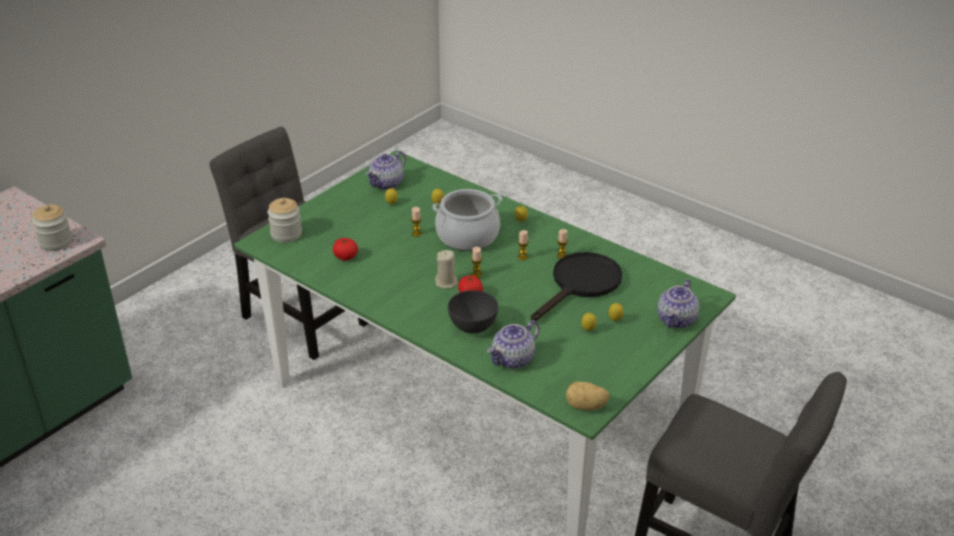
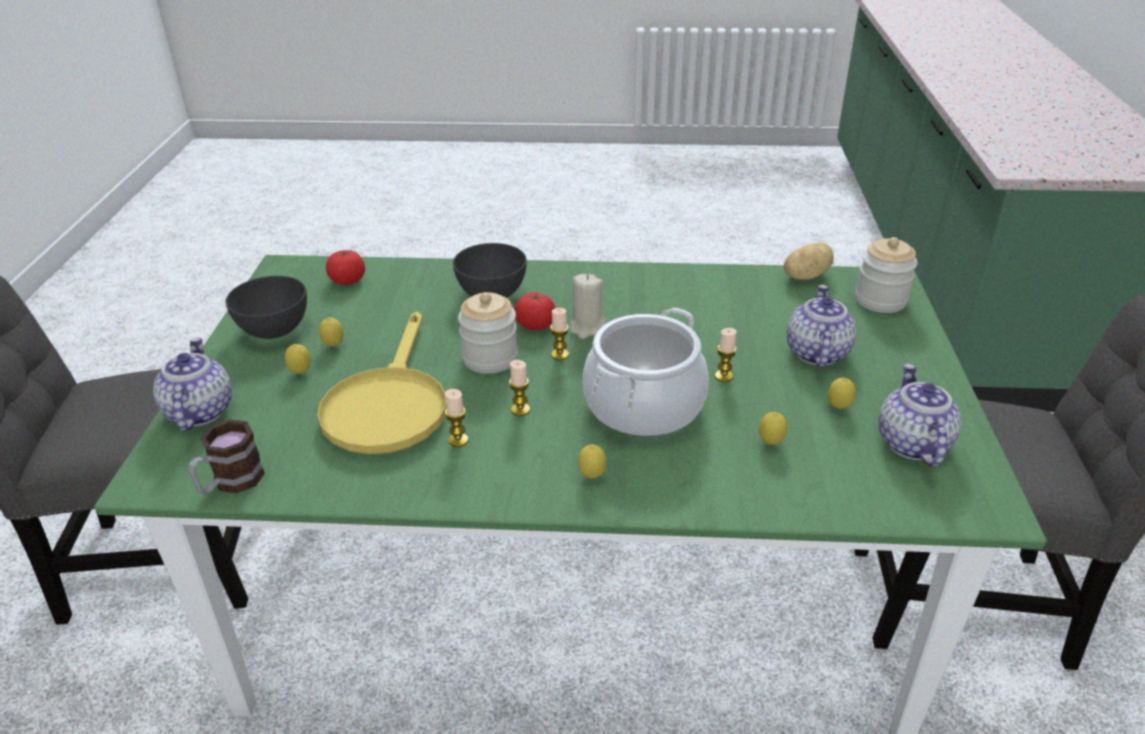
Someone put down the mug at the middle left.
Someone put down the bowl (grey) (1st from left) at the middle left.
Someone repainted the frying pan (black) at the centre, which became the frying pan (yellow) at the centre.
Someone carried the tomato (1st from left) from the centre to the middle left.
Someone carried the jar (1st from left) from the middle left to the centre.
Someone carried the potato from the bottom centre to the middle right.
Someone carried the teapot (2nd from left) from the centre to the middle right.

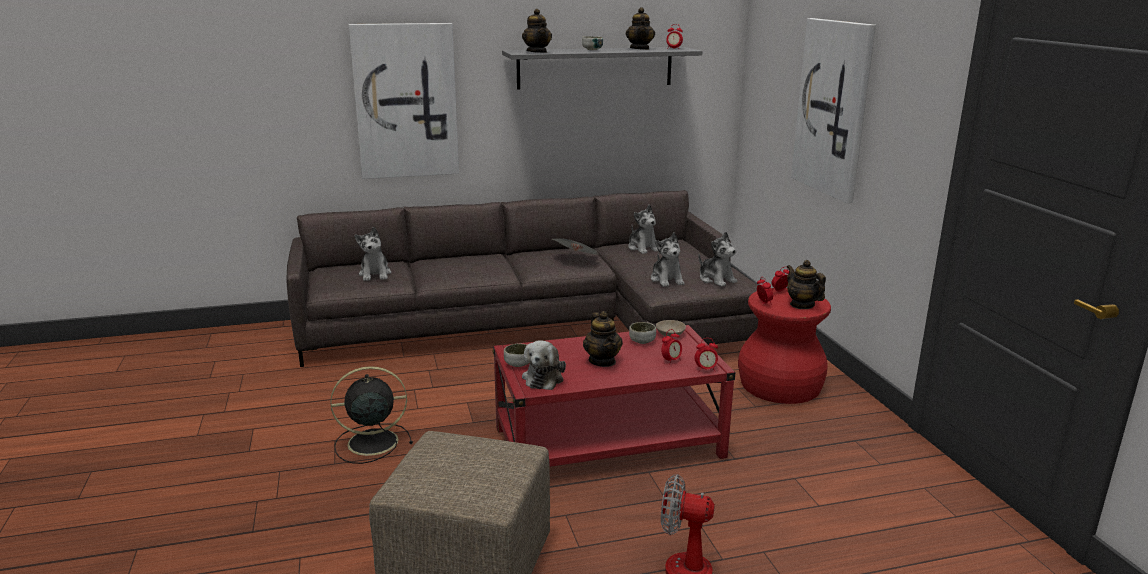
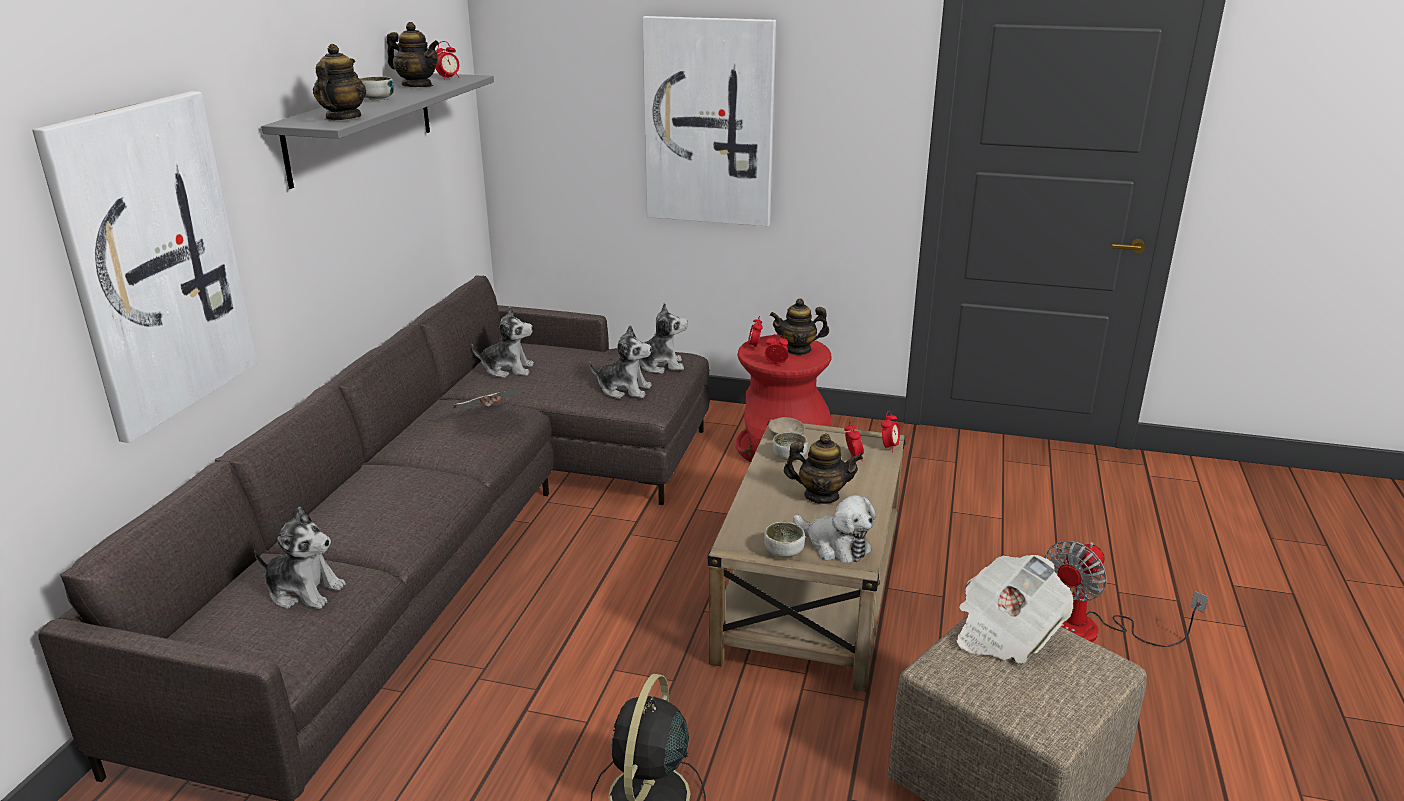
Someone rotated the teapot (1st from left) at the top centre by 90 degrees counterclockwise.
Someone repainted the coffee table (red) at the bottom centre, which became the coffee table (beige) at the bottom centre.
Someone put down the newspaper (2nd from left) at the bottom right.

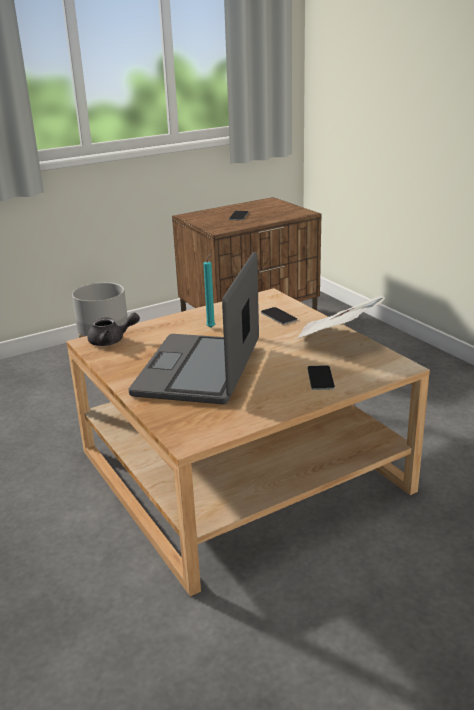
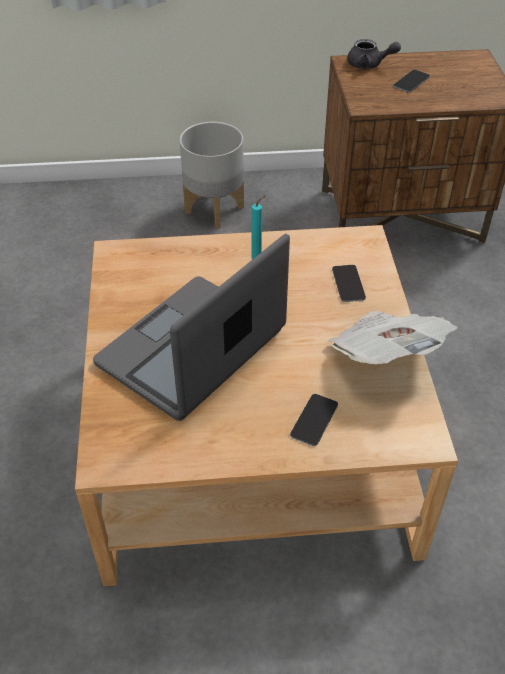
Someone carried the teapot (grey) from the middle left to the top right.

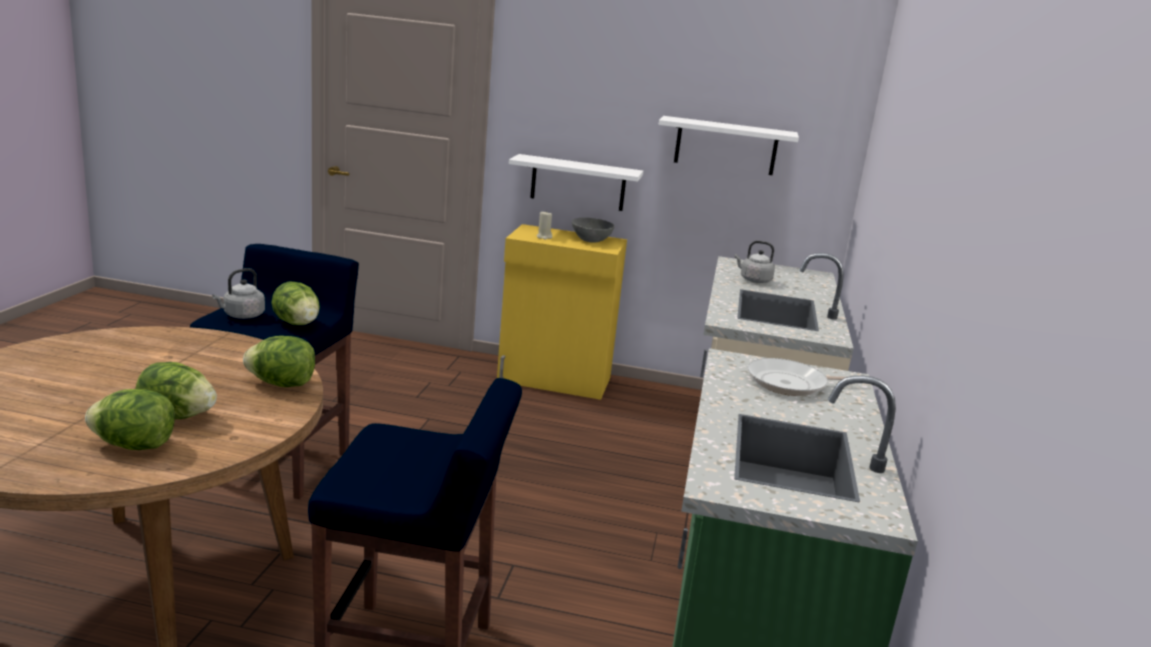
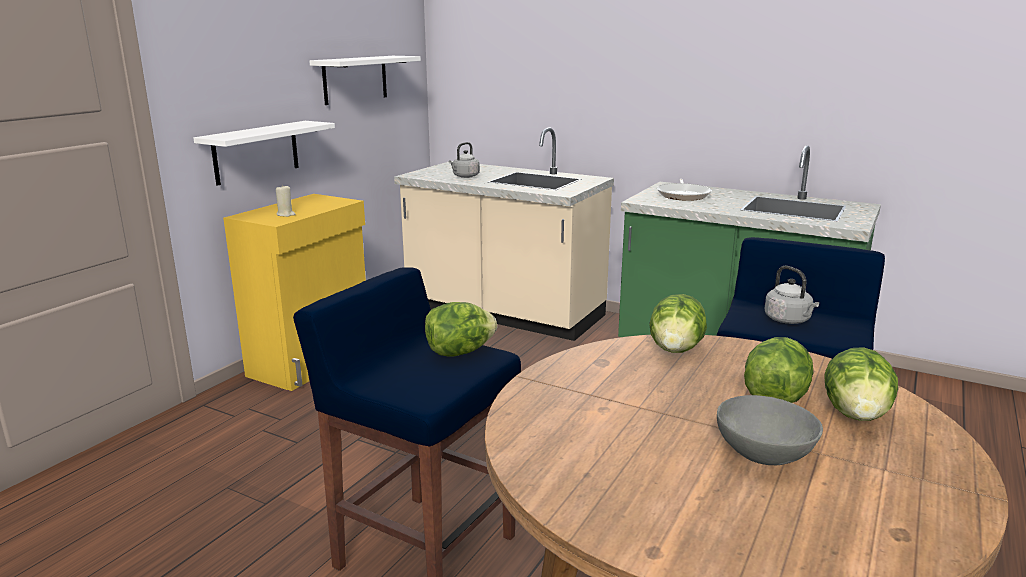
Someone carried the bowl (grey) from the centre to the bottom right.
Someone carried the kettle (grey) (1st from left in the first image) from the middle left to the middle right.

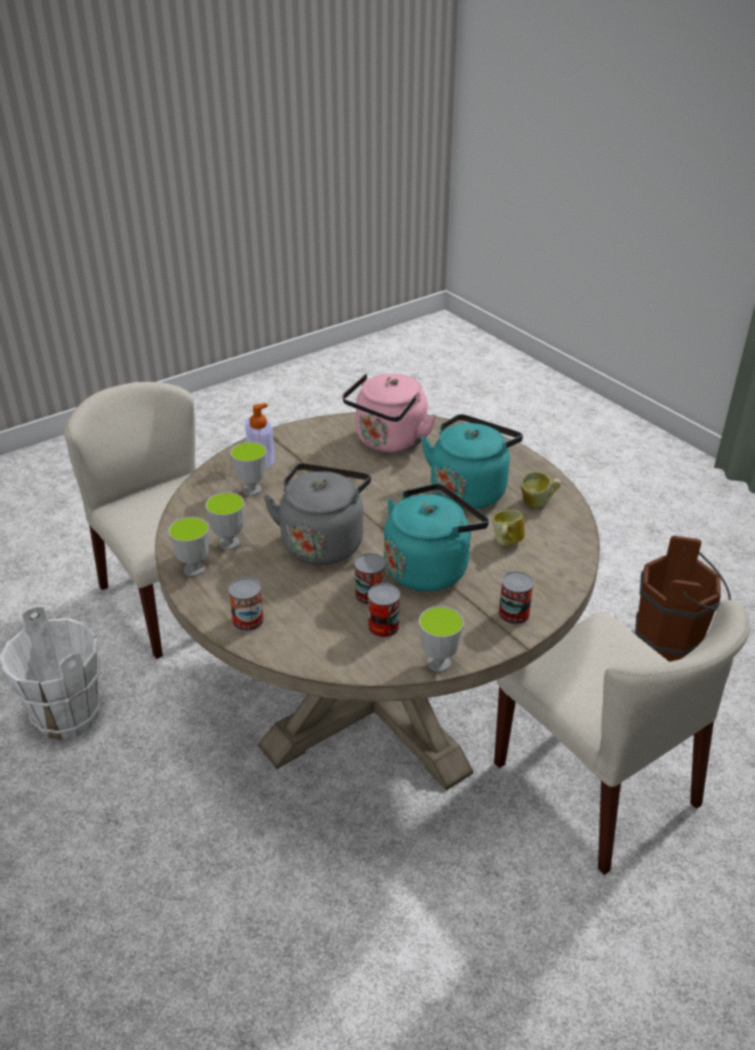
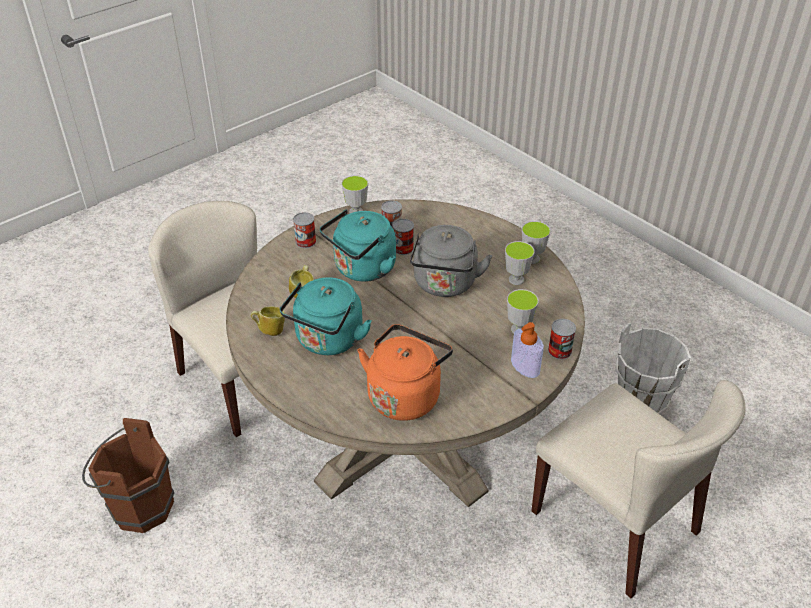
Someone repainted the kettle (pink) at the centre, which became the kettle (orange) at the centre.
Someone carried the can (1st from left in the first image) from the middle left to the middle right.

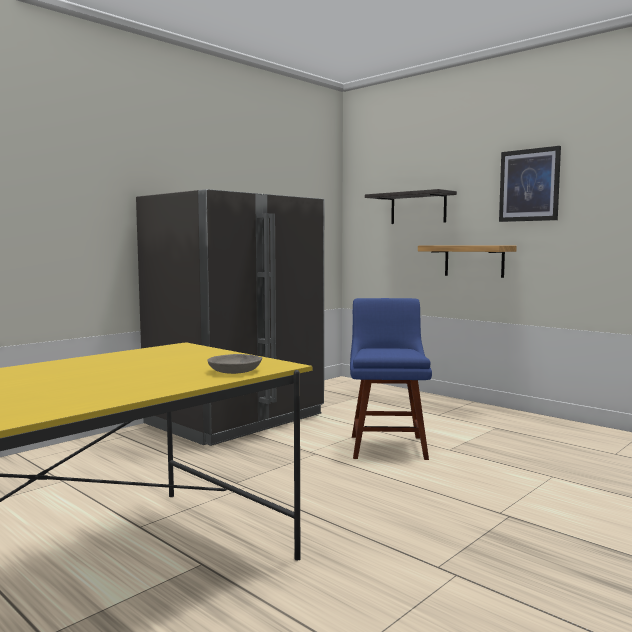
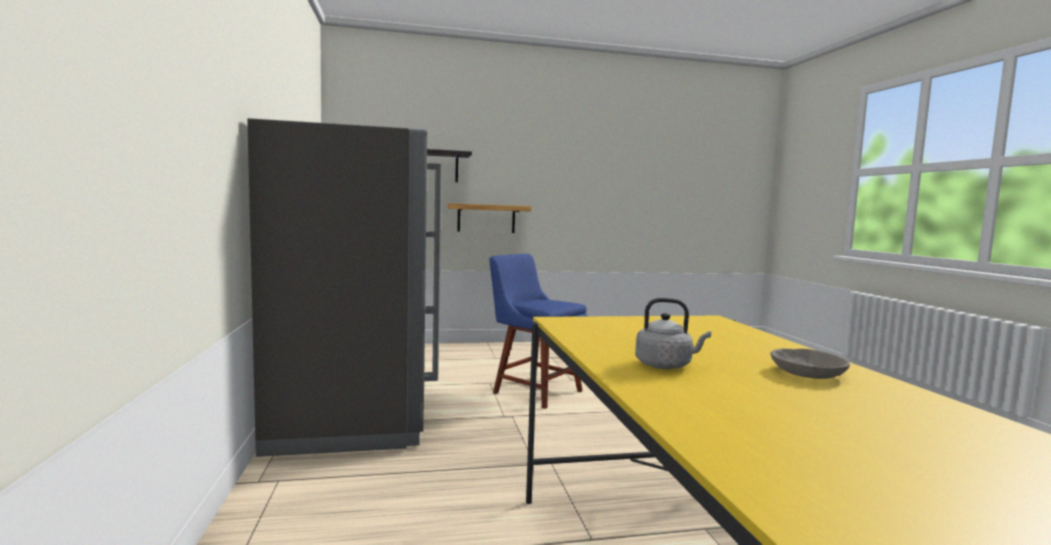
Someone put down the kettle (grey) at the centre.
Someone carried the bowl (grey) from the centre to the bottom right.
Someone took away the picture at the top right.

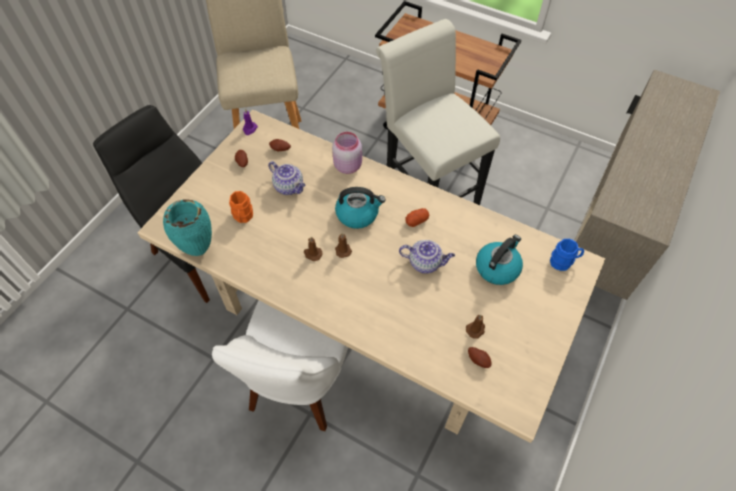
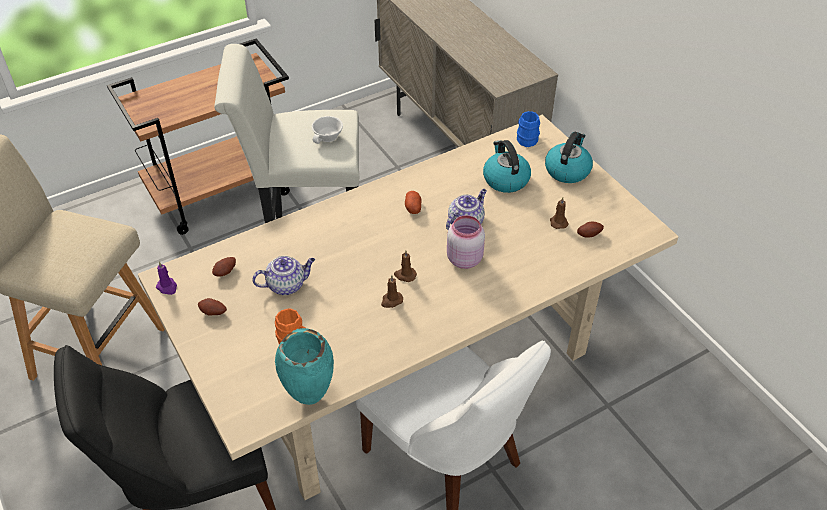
Someone put down the cup (white) at the top centre.
Someone carried the jar (pink) from the top centre to the centre.
Someone carried the kettle (1st from left in the first image) from the centre to the top right.

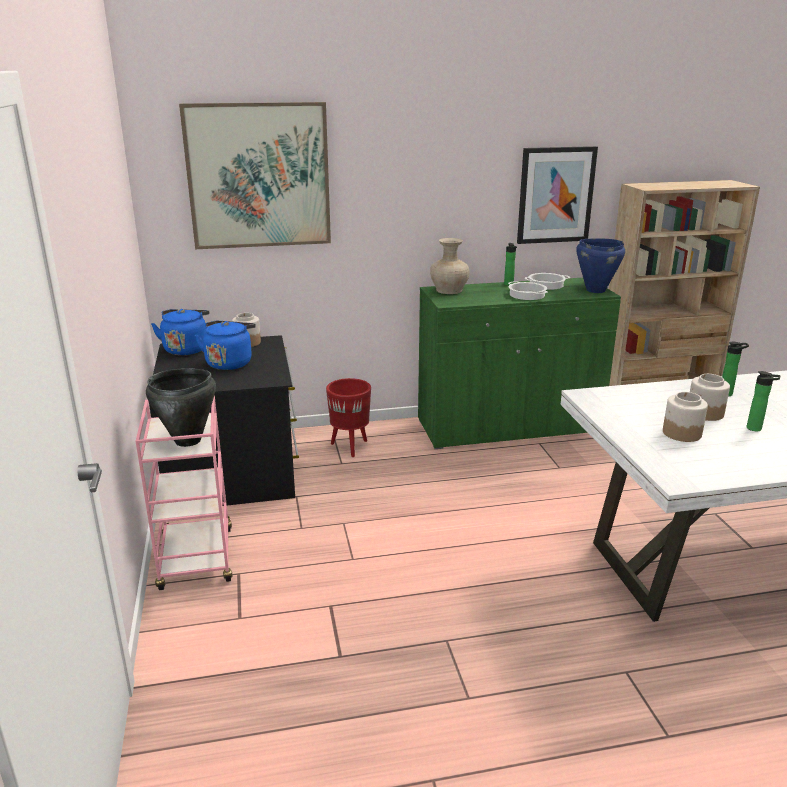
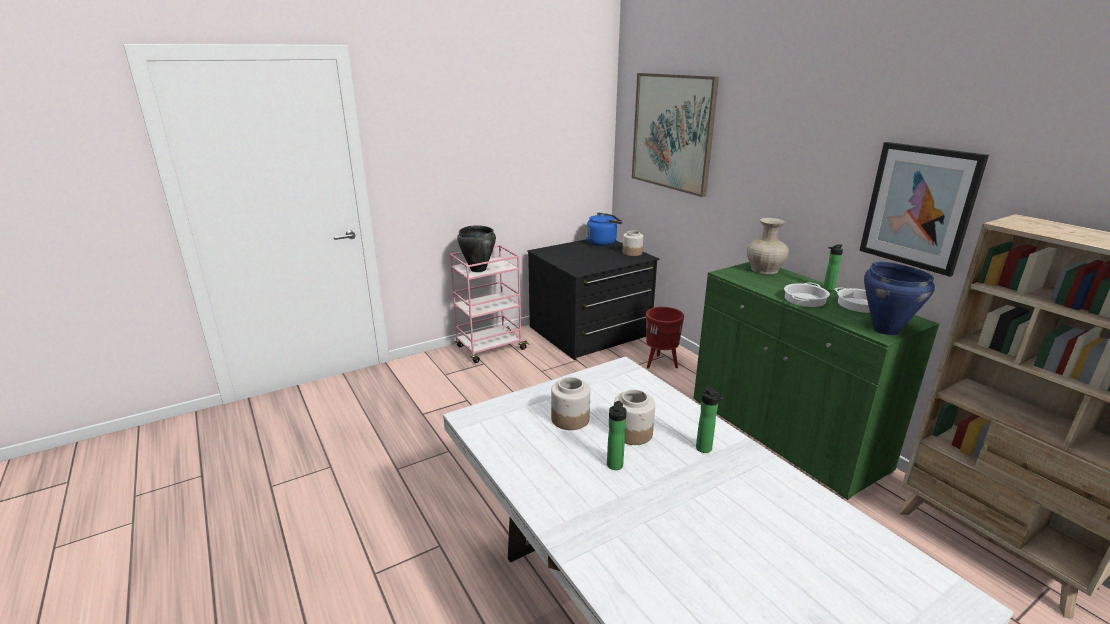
Someone took away the kettle (blue) (2nd from left) at the middle left.

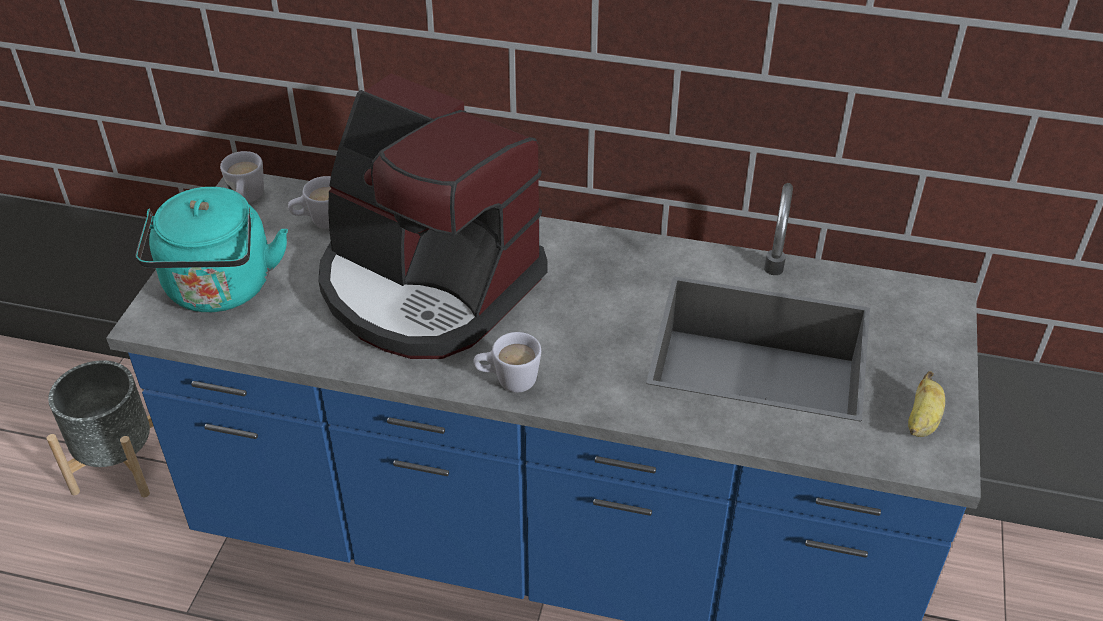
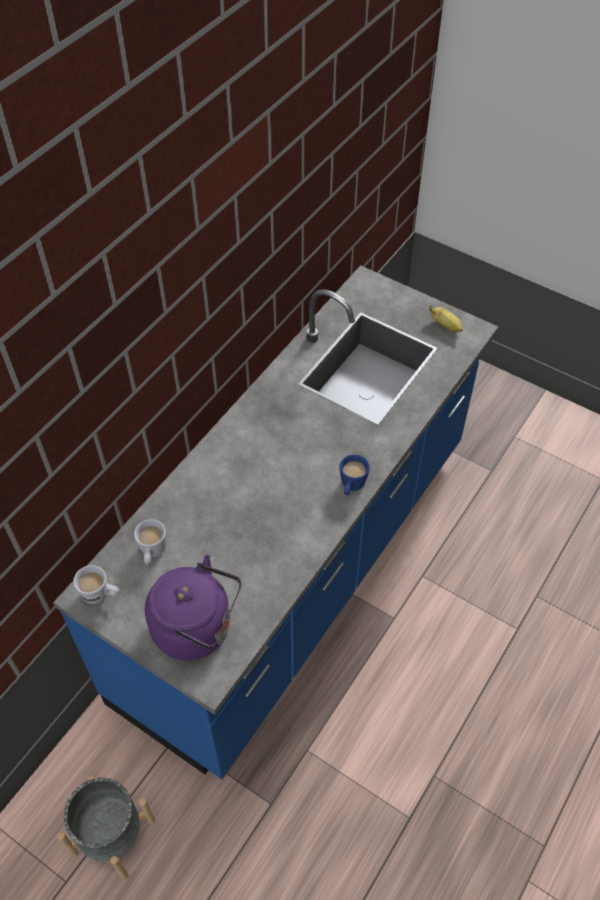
Someone repainted the kettle (turquoise) at the middle left, which became the kettle (purple) at the bottom left.
Someone repainted the mug (white) (3rd from left) at the centre, which became the mug (blue) at the centre.
Someone took away the coffee machine at the centre.

